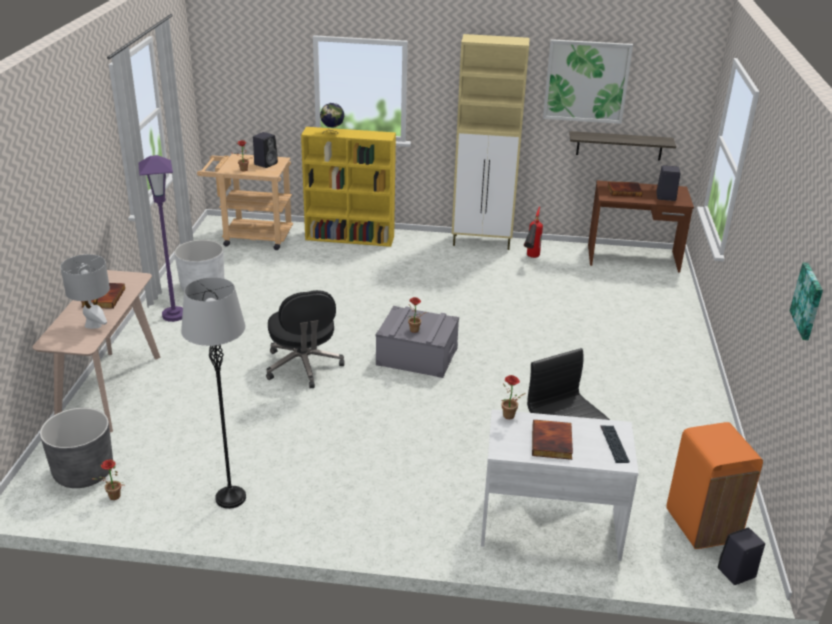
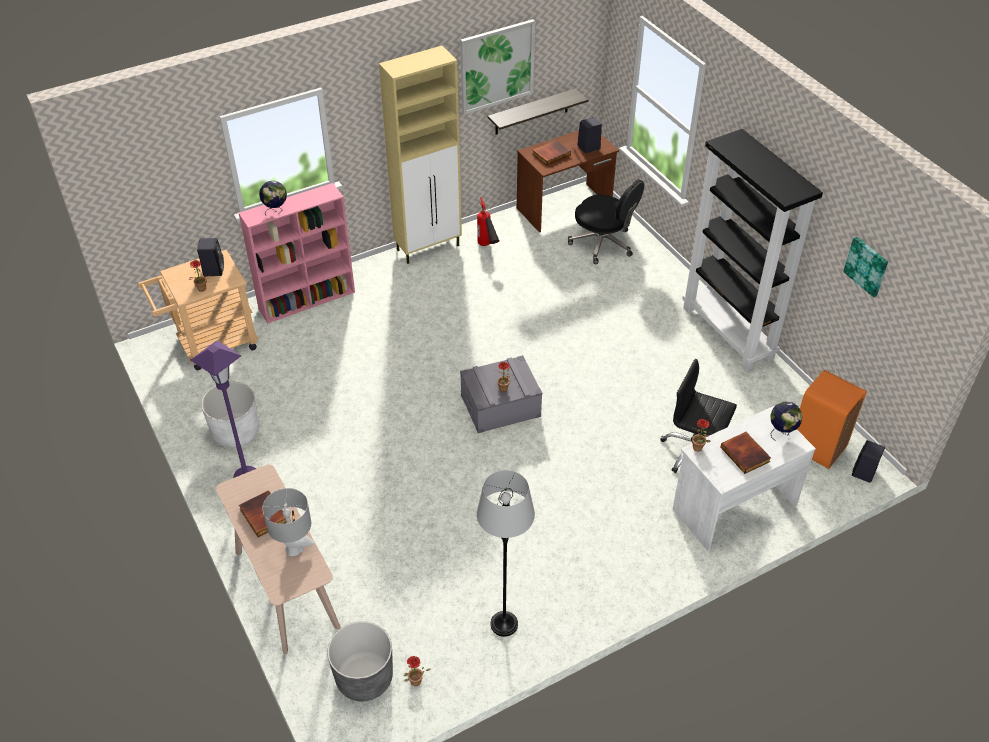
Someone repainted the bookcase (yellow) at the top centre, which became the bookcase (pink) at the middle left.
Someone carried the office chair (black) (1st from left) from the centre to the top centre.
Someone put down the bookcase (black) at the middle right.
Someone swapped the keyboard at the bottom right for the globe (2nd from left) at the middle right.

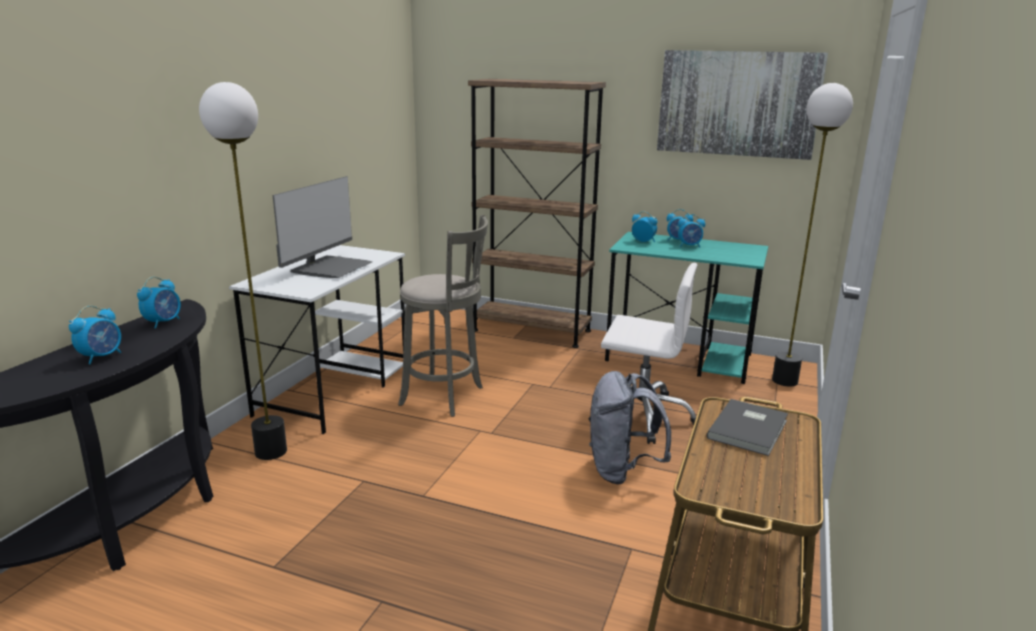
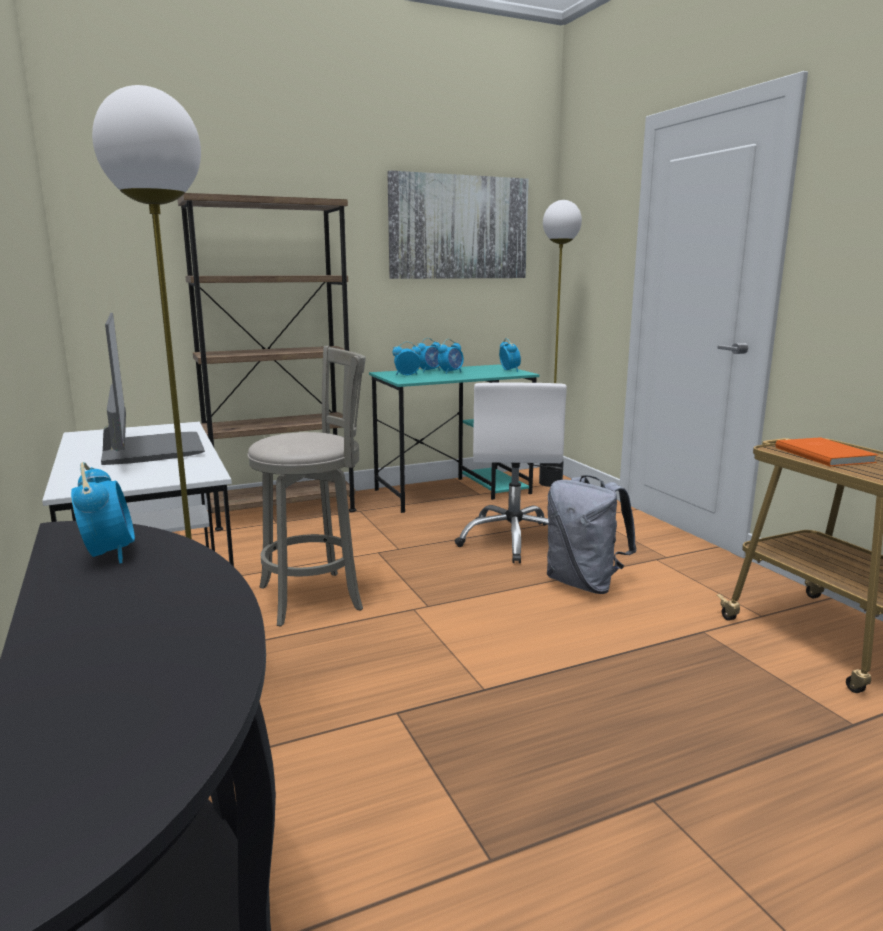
Someone rotated the office chair (white) at the centre by 120 degrees clockwise.
Someone carried the alarm clock (1st from left in the first image) from the middle left to the centre.
Someone repainted the book (grey) at the bottom right, which became the book (orange) at the middle right.

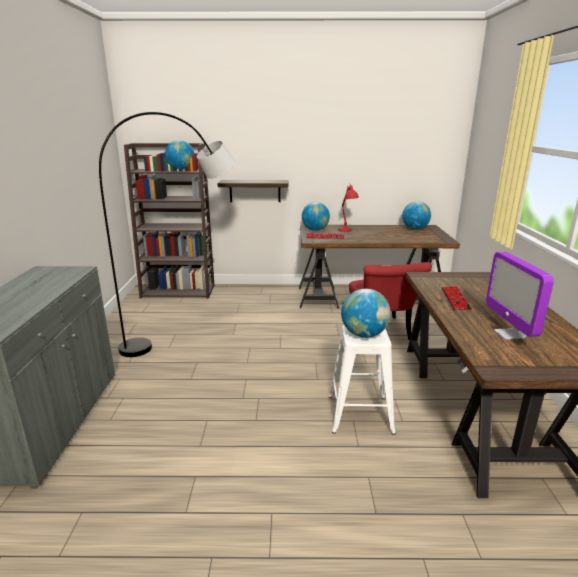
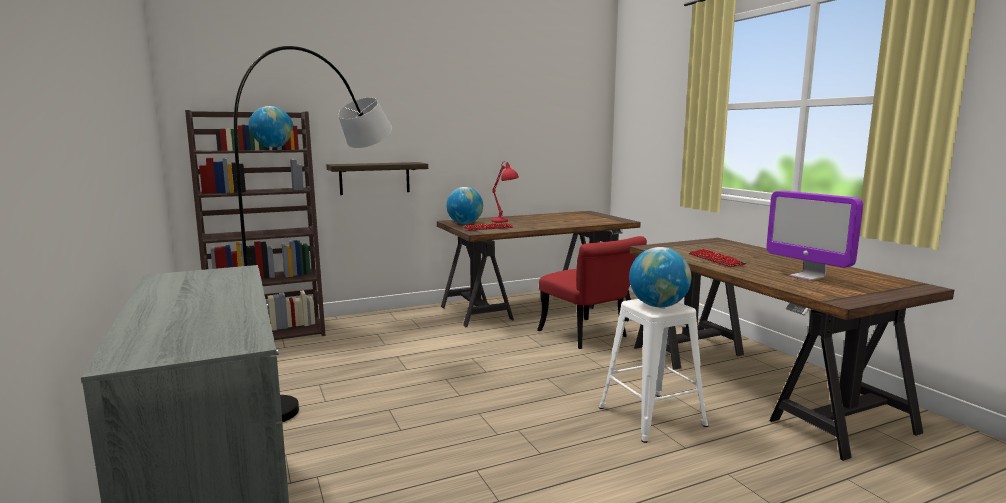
Someone took away the globe (4th from left) at the middle right.

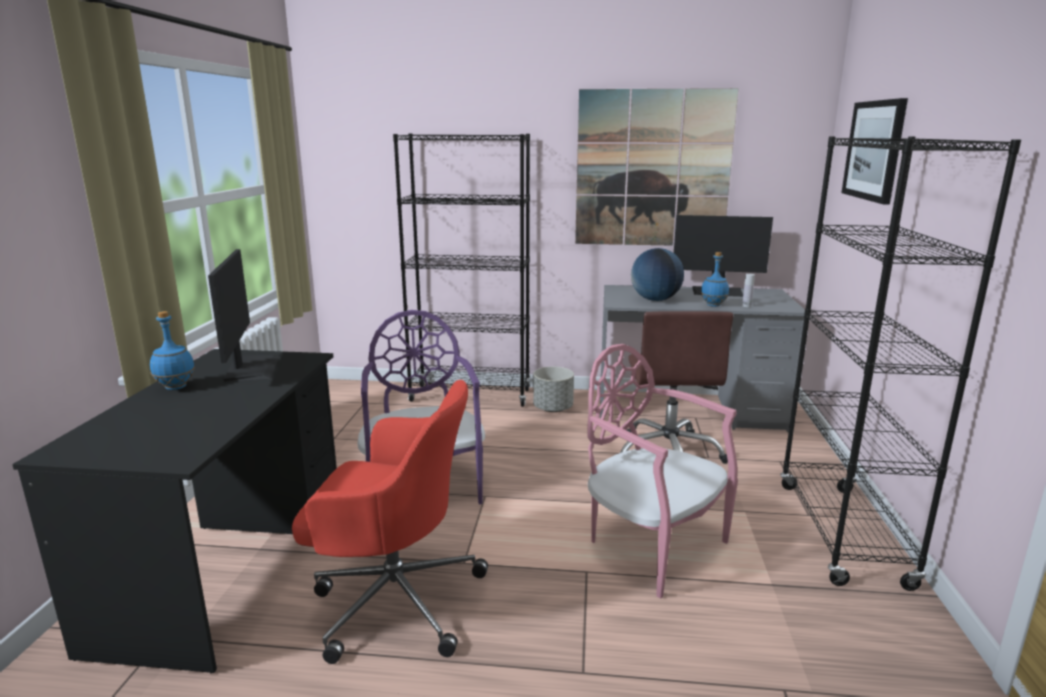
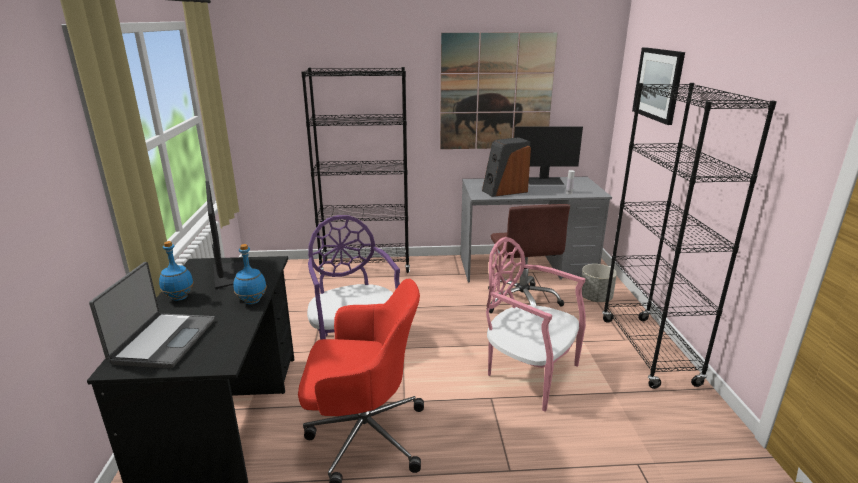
Someone put down the laptop at the middle left.
Someone carried the bottle (blue) (2nd from left) from the middle right to the middle left.
Someone swapped the globe at the centre for the speaker at the centre.
Someone carried the planter (grey) from the centre to the middle right.

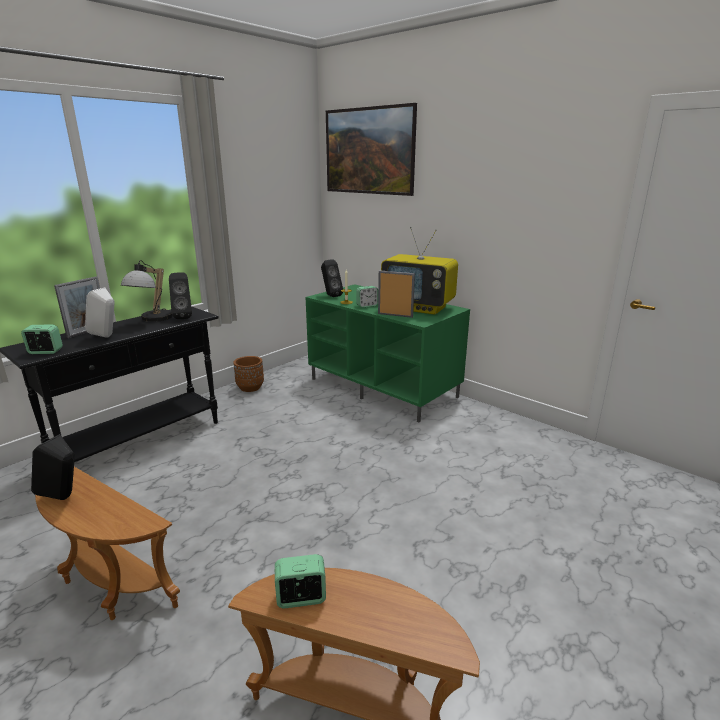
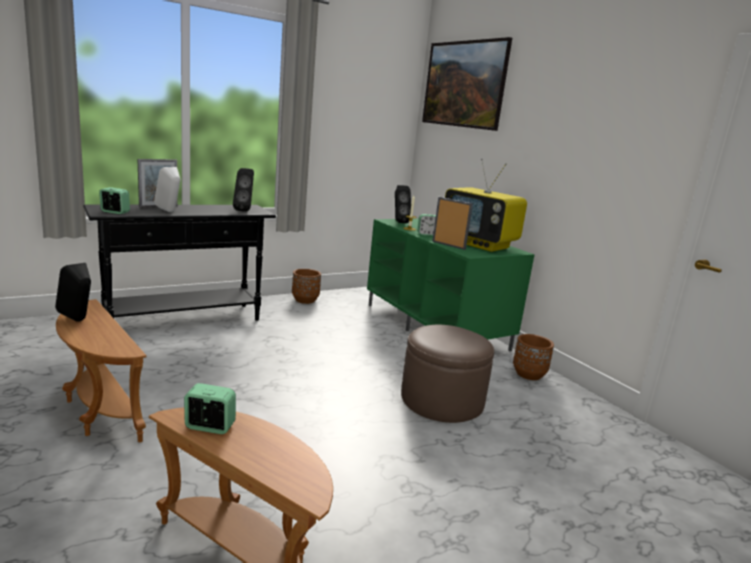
Someone put down the ottoman (brown) at the centre.
Someone put down the planter (brown) (2nd from left) at the middle right.
Someone took away the table lamp at the middle left.

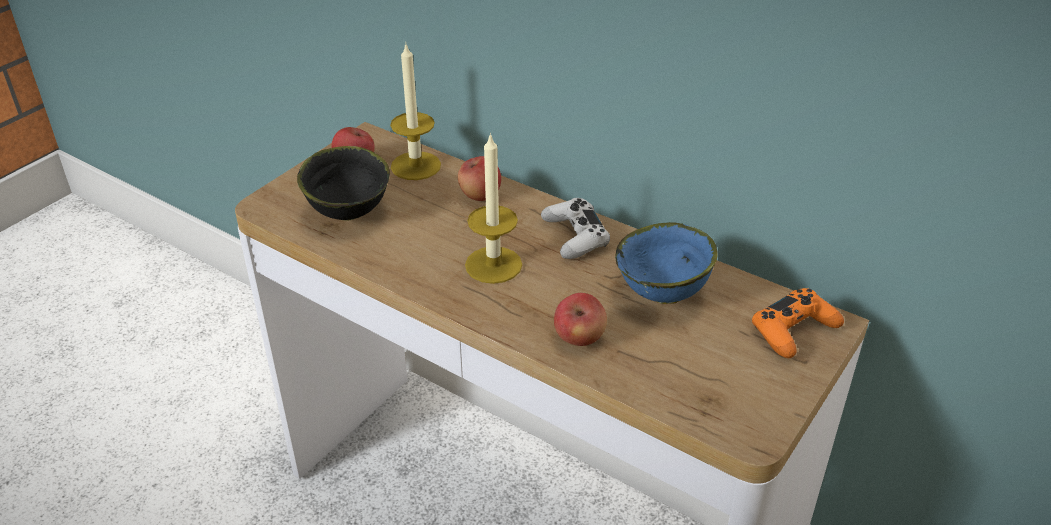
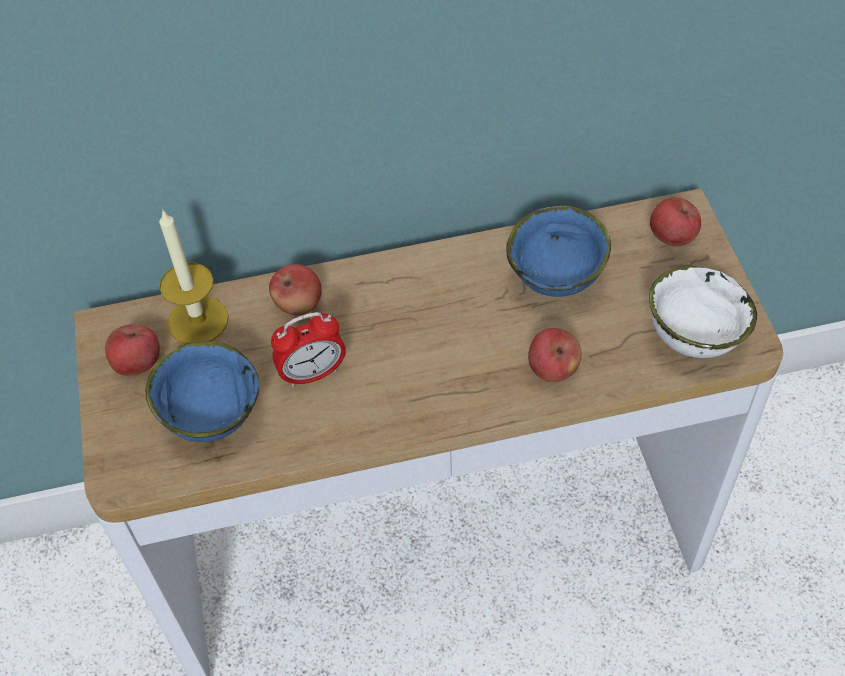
Someone repainted the bowl (black) at the middle left, which became the bowl (blue) (1st from left) at the middle left.
Someone put down the alarm clock at the centre.
Someone put down the bowl (white) at the middle right.
Someone swapped the game controller (orange) at the middle right for the apple (4th from left) at the top right.
Someone took away the candle (2nd from left) at the centre.
Someone took away the game controller (white) at the centre.

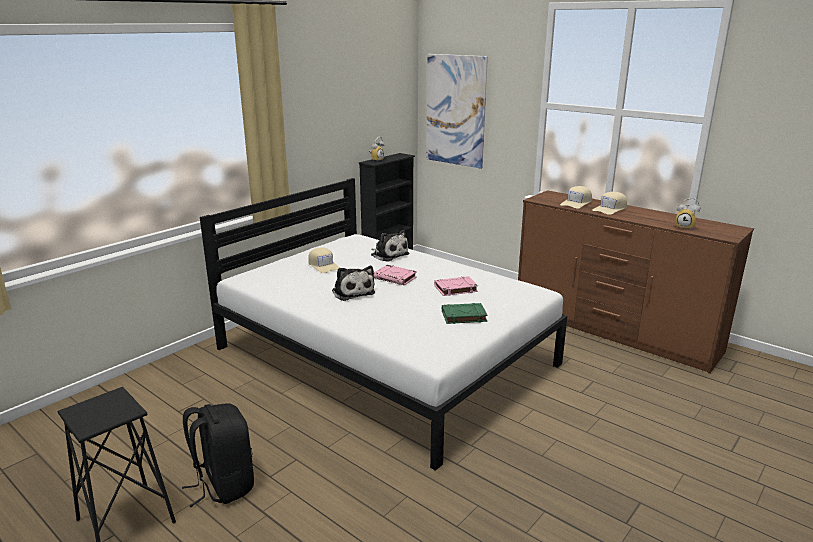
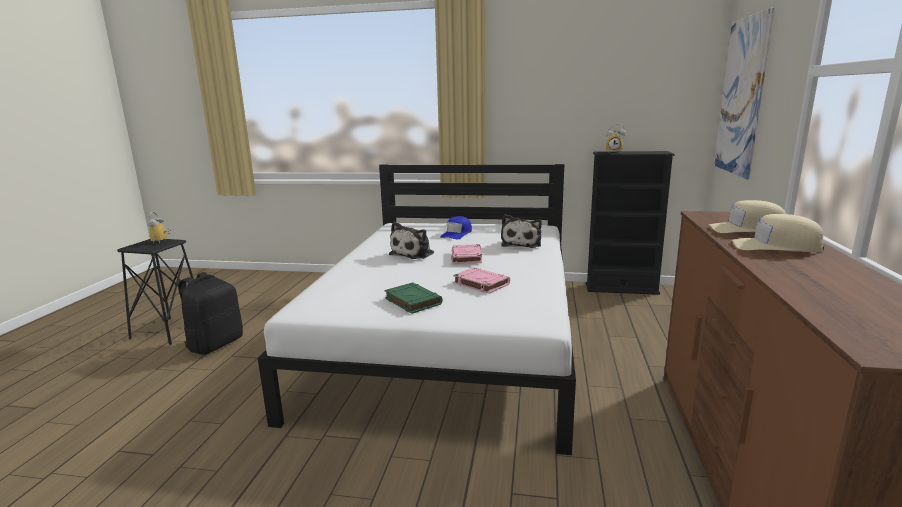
Someone carried the alarm clock (2nd from left in the first image) from the middle right to the middle left.
Someone repainted the cap (beige) (1st from left) at the centre, which became the cap (blue) at the centre.

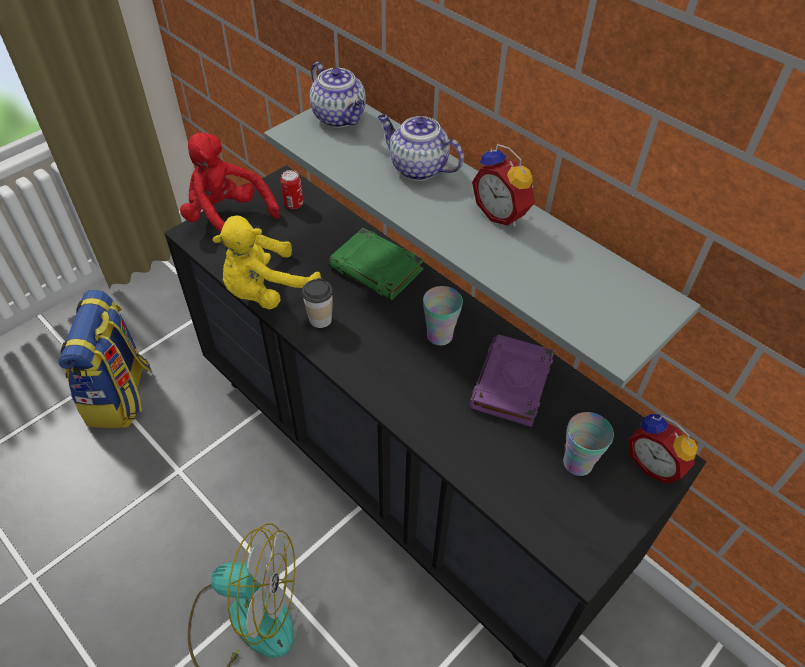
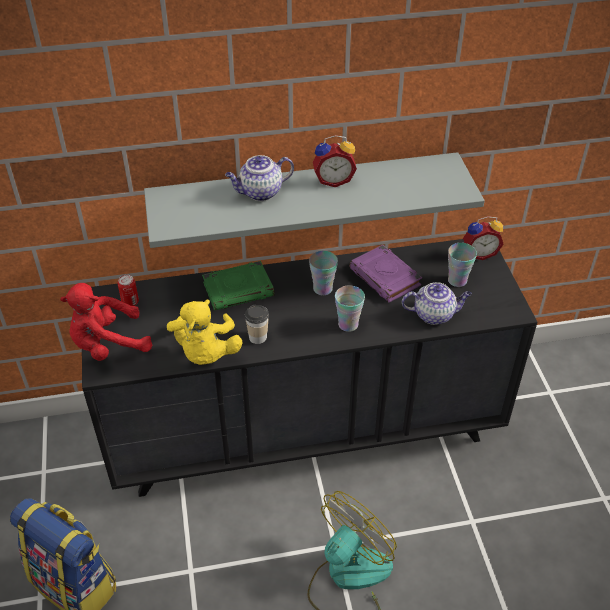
Someone put down the cup (3rd from left) at the centre.
Someone carried the teapot (1st from left in the first image) from the top centre to the middle right.

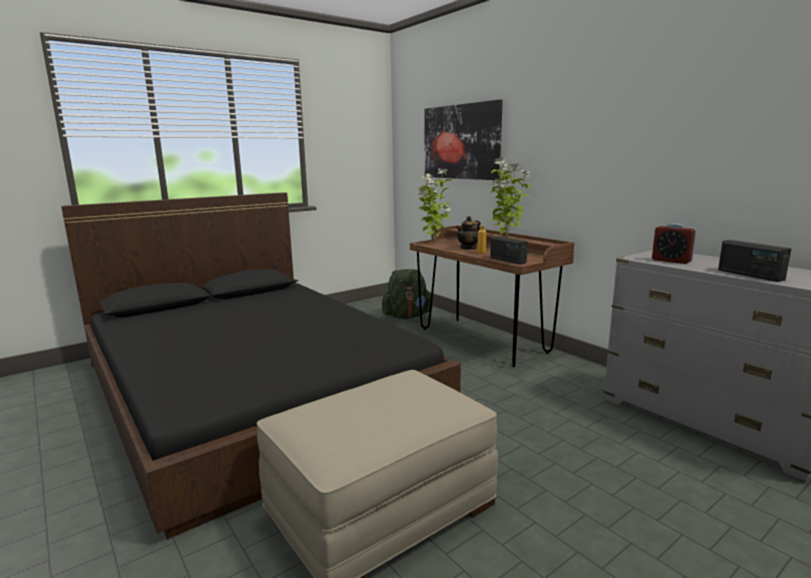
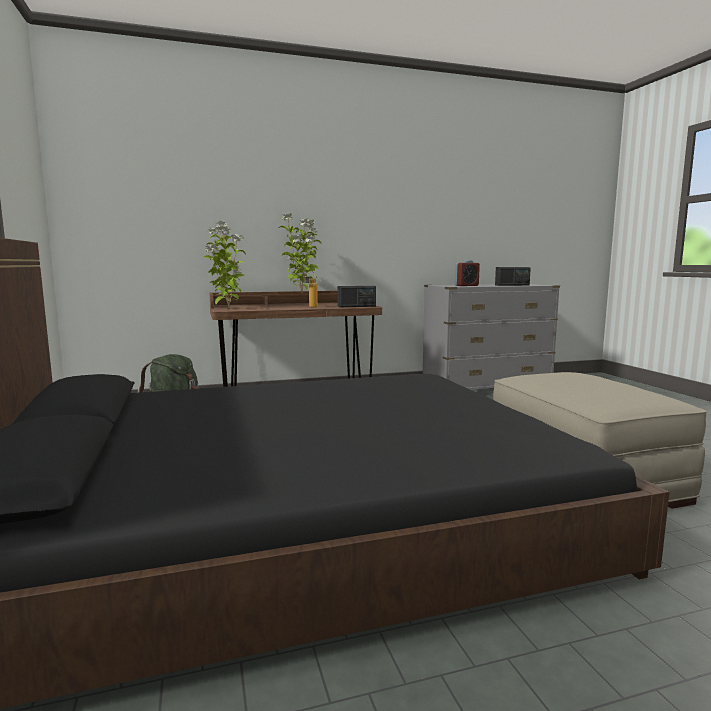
Someone took away the picture at the top centre.
Someone took away the teapot at the centre.

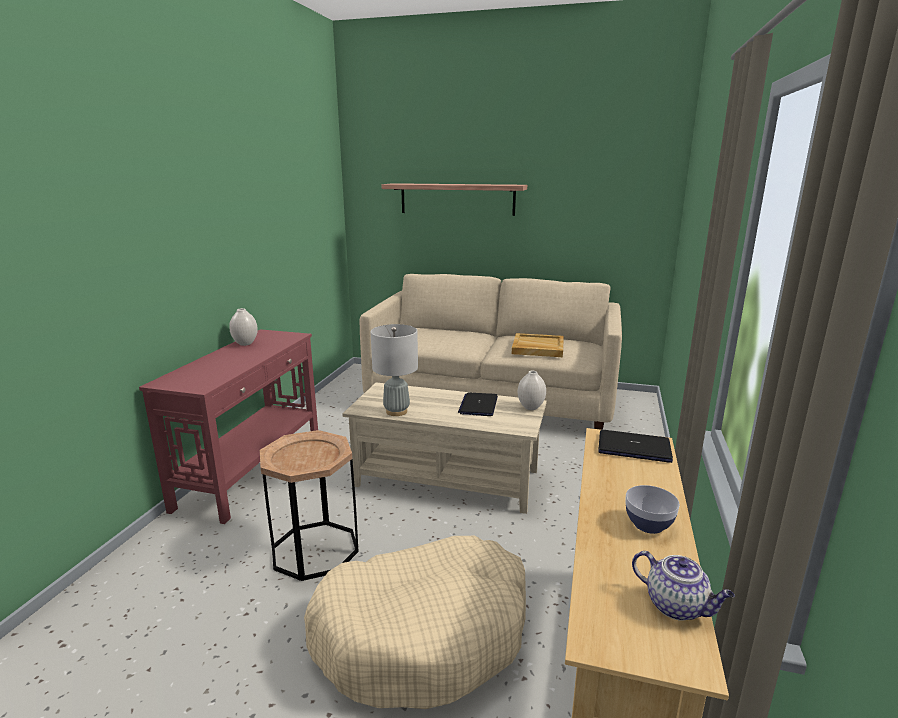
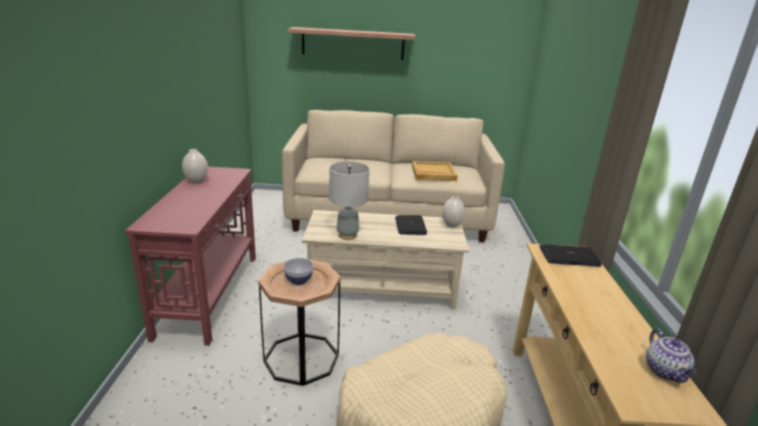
Someone carried the bowl from the bottom right to the centre.
Someone rotated the teapot at the bottom right by 60 degrees clockwise.

